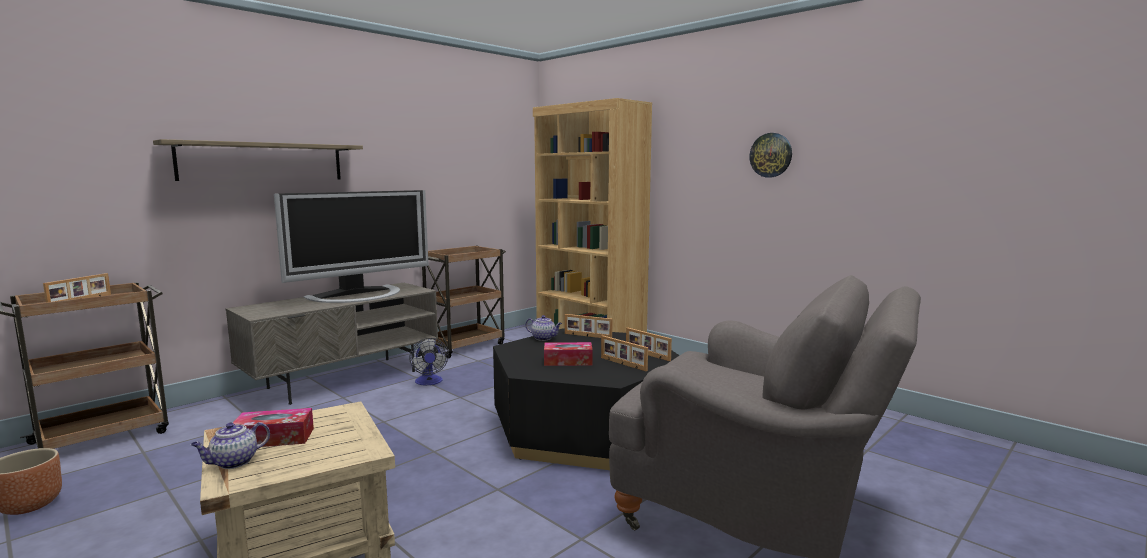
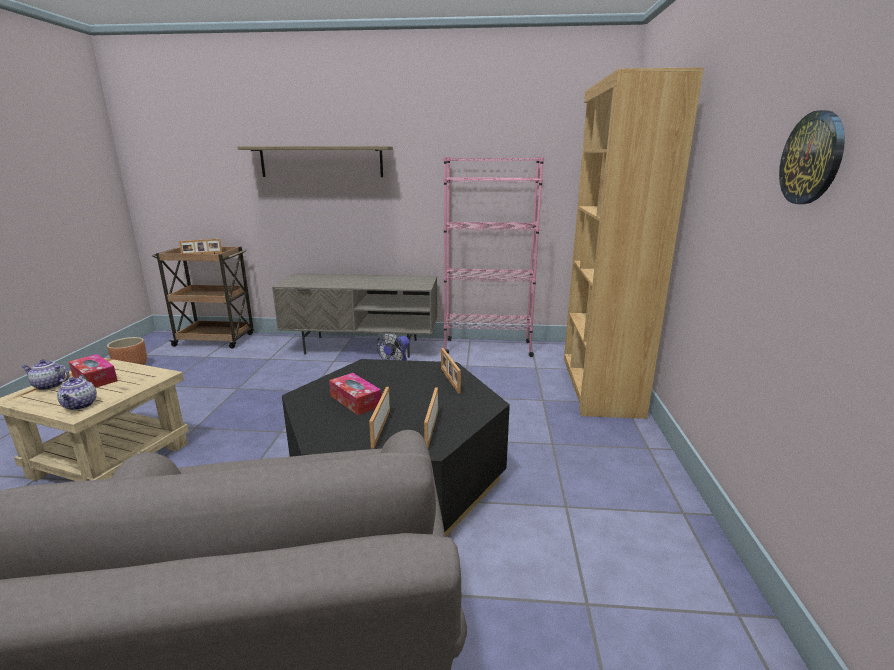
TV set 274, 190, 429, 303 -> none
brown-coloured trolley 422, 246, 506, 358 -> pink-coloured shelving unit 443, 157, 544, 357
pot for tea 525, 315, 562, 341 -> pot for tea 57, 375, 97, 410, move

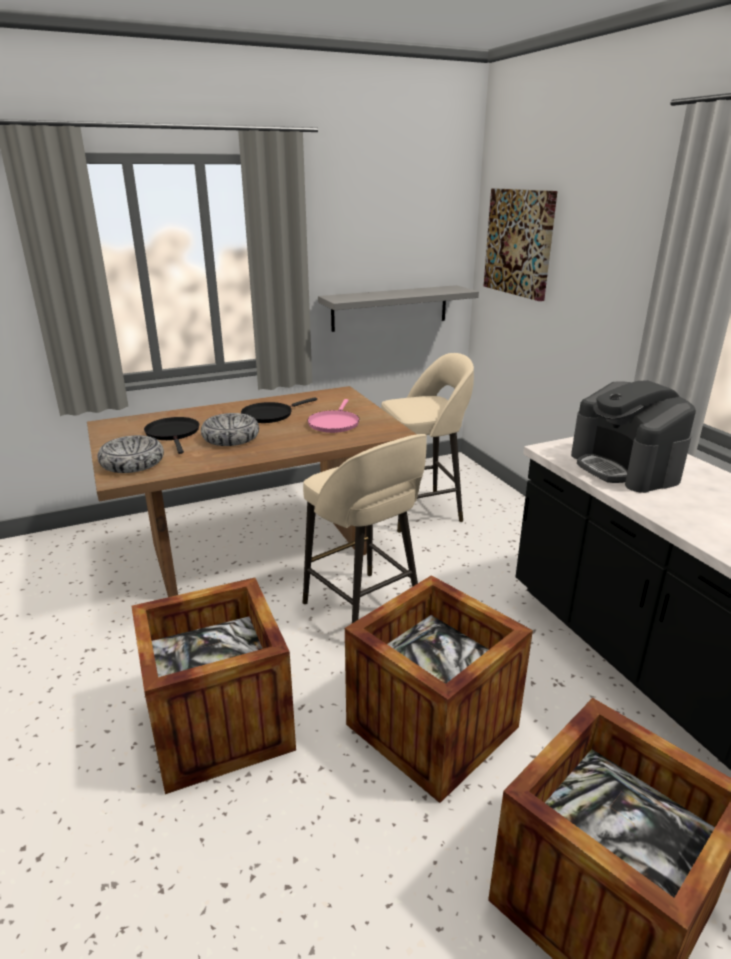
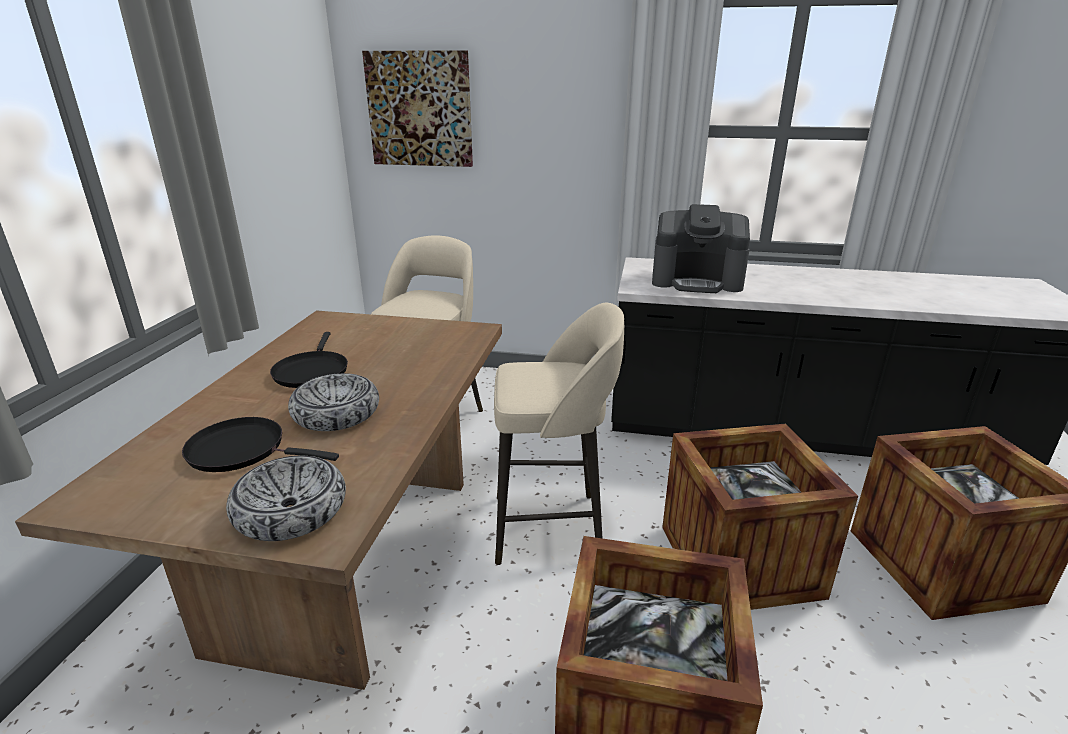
grey bracket shelf 318, 285, 479, 332 -> none
pink-coloured pan 307, 399, 360, 433 -> none

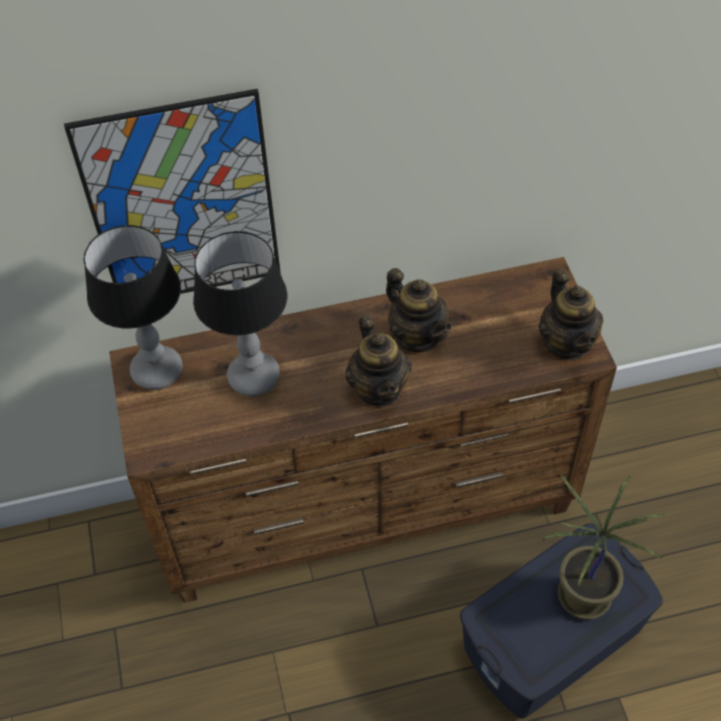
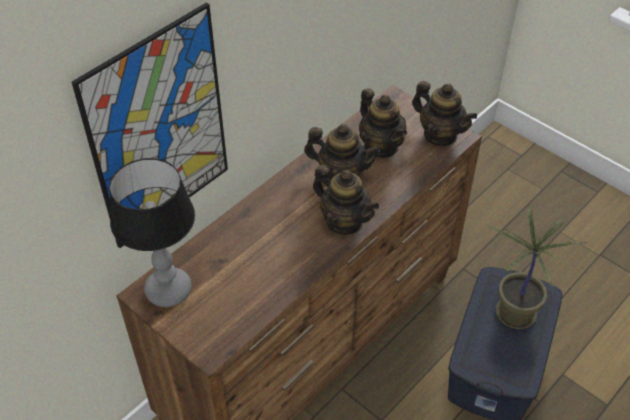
lamp for a table 193, 231, 287, 396 -> none
none -> pot for tea 359, 88, 407, 158

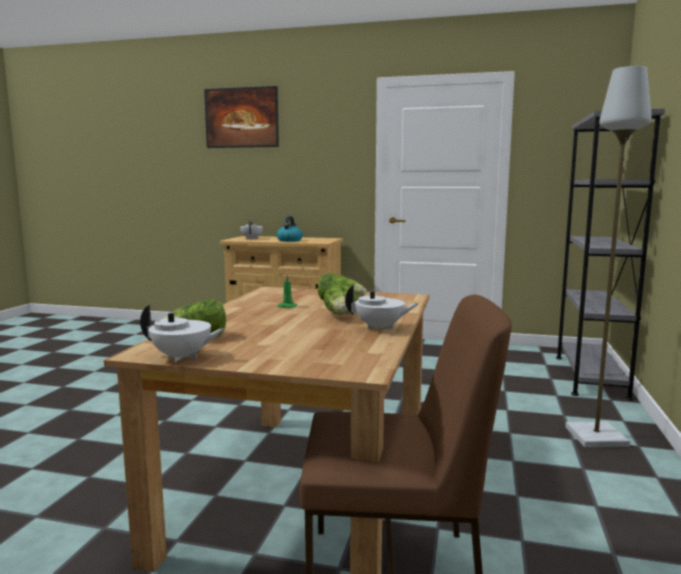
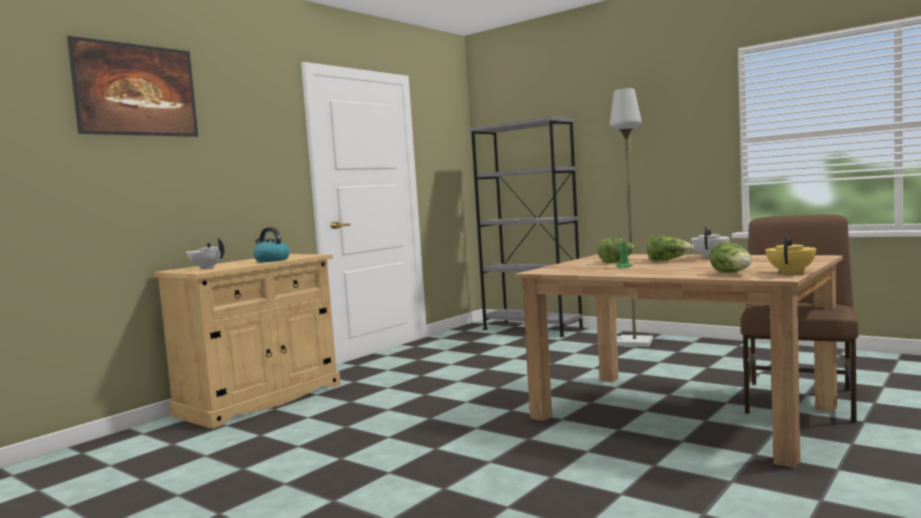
white-coloured pot for tea 140, 305, 225, 362 -> yellow pot for tea 765, 235, 816, 274

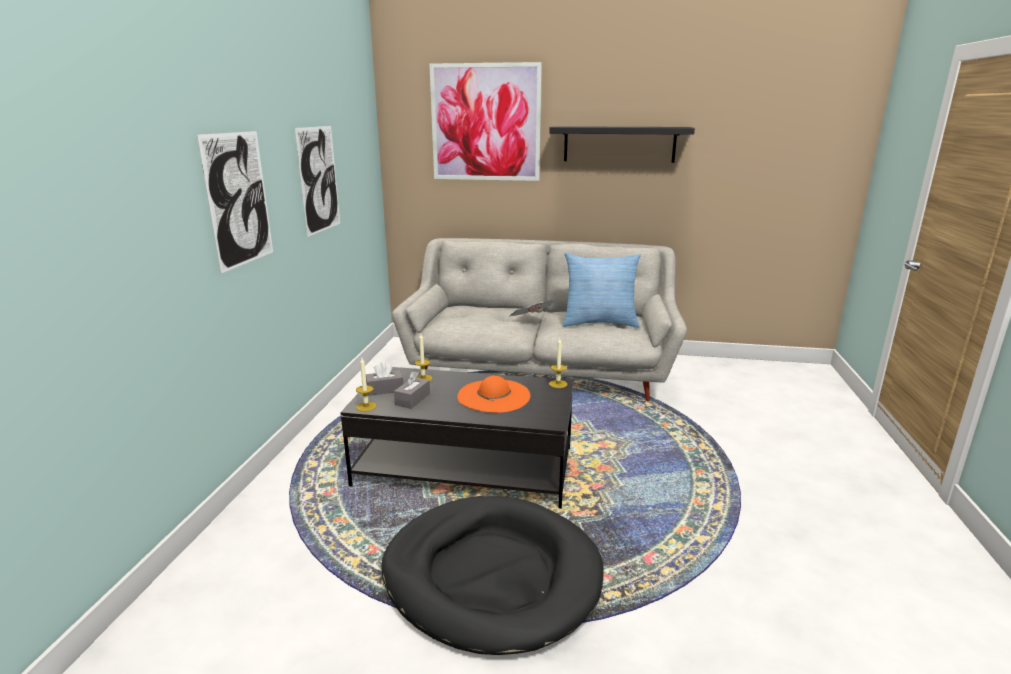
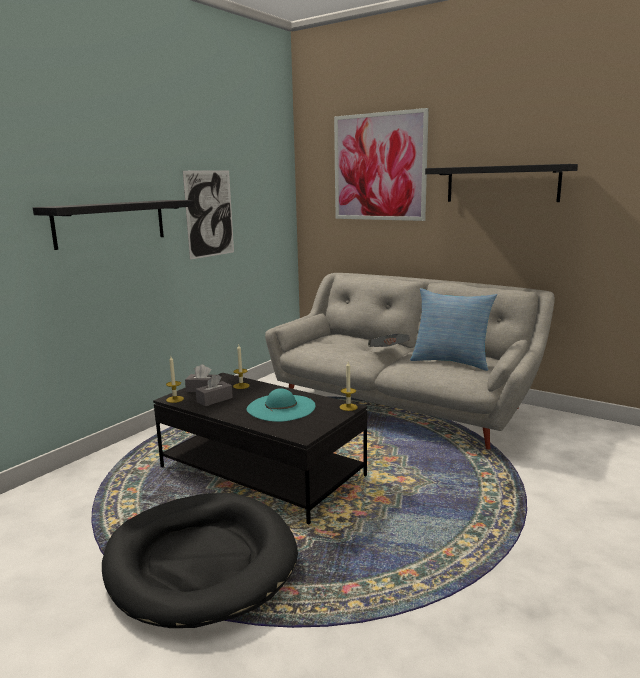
wall picture 197, 131, 273, 273 -> black-coloured bracket shelf 33, 200, 194, 250
orangey clothing hat 457, 376, 530, 413 -> turquoise-coloured clothing hat 247, 388, 316, 422

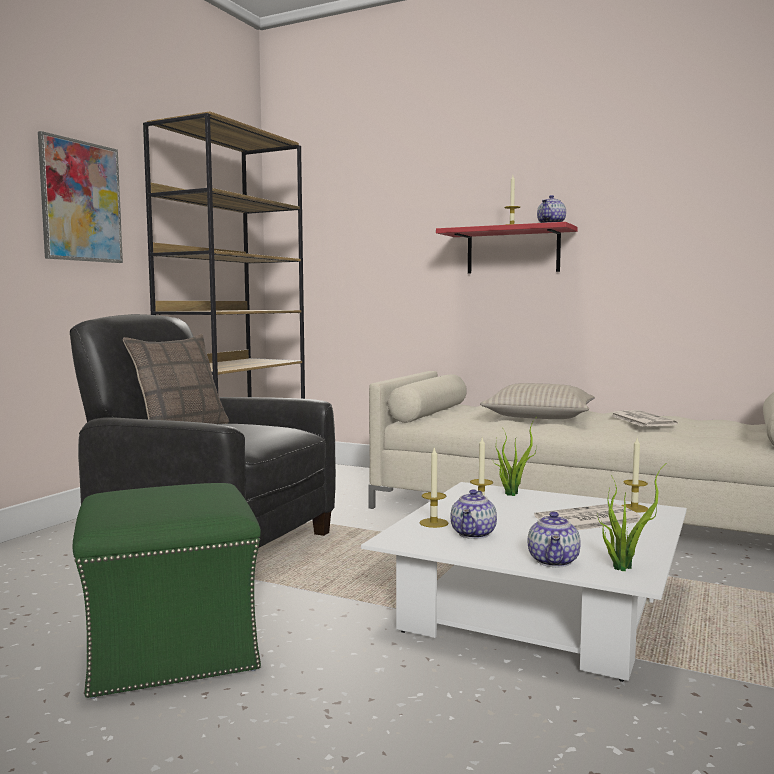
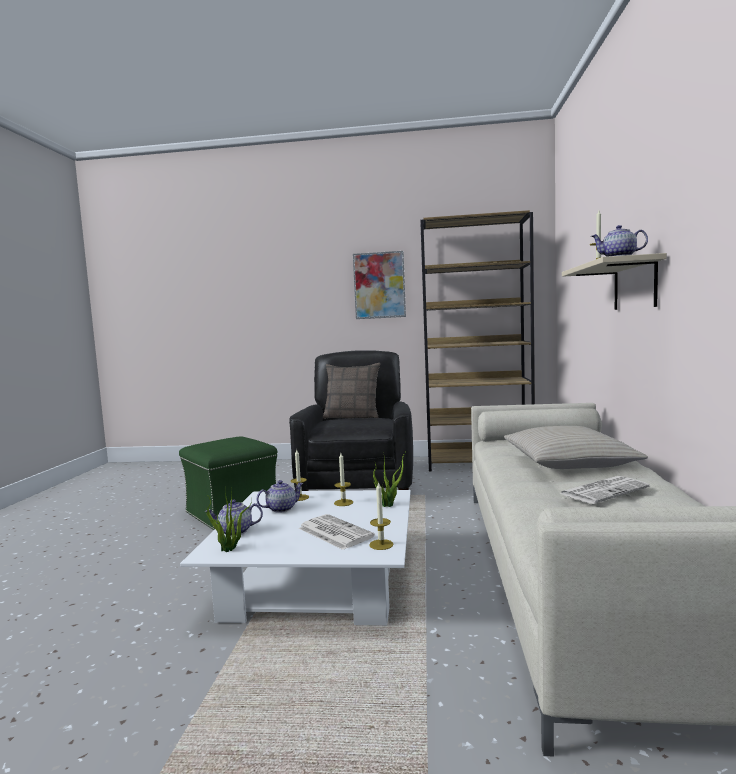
reddish bracket shelf 436, 222, 578, 274 -> sand-coloured bracket shelf 562, 253, 667, 310
pot for tea 450, 489, 497, 539 -> pot for tea 256, 480, 304, 513, 150 degrees clockwise

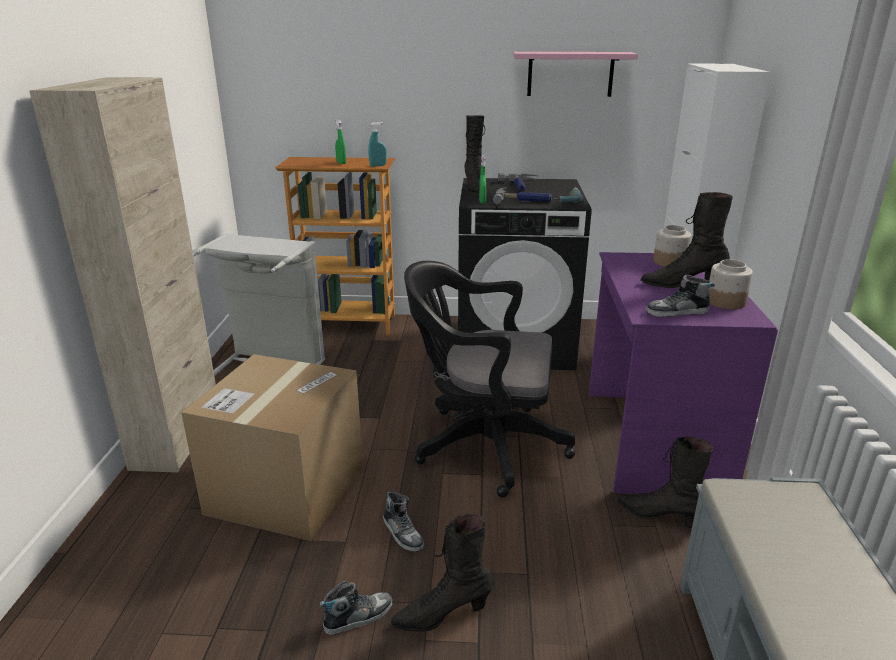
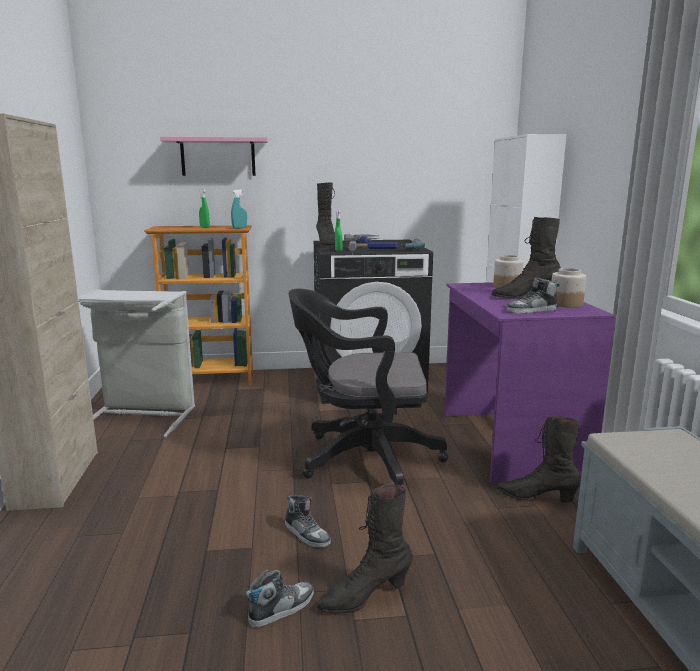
pink-coloured bracket shelf 513, 52, 638, 97 -> pink-coloured bracket shelf 160, 136, 268, 176, move
cardboard box 181, 354, 363, 541 -> none

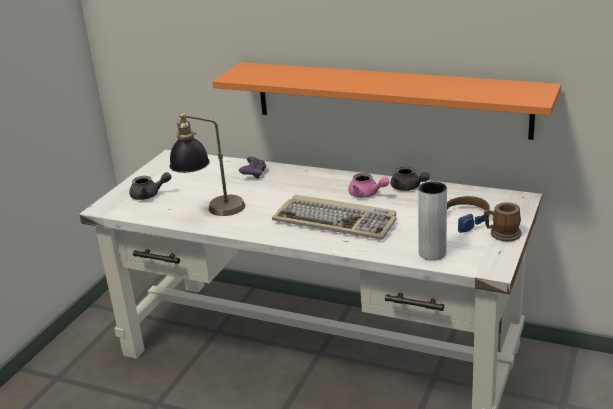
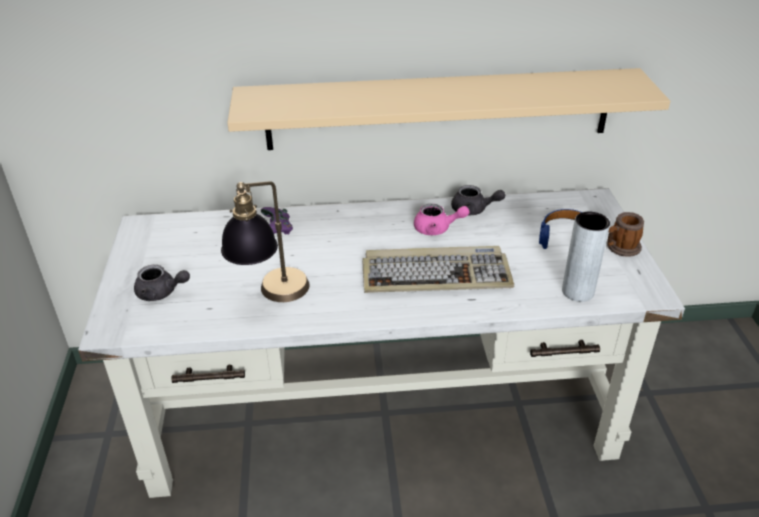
orangey bracket shelf 212, 62, 561, 140 -> sand-coloured bracket shelf 227, 68, 670, 150
grey pot for tea 129, 172, 171, 200 -> grey pot for tea 134, 265, 190, 301, 45 degrees clockwise

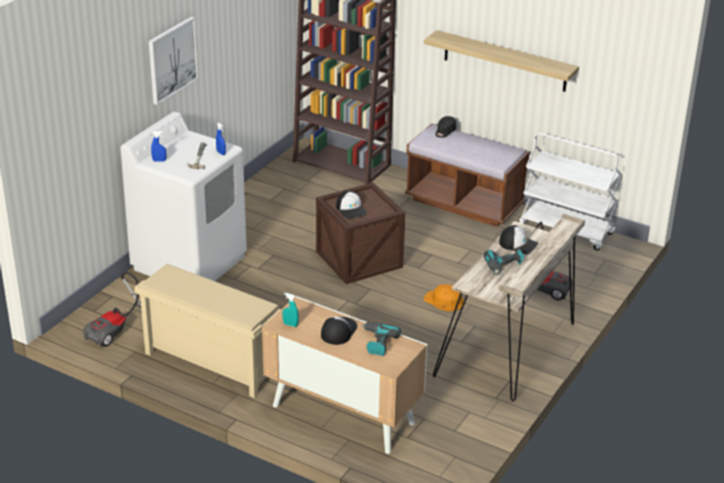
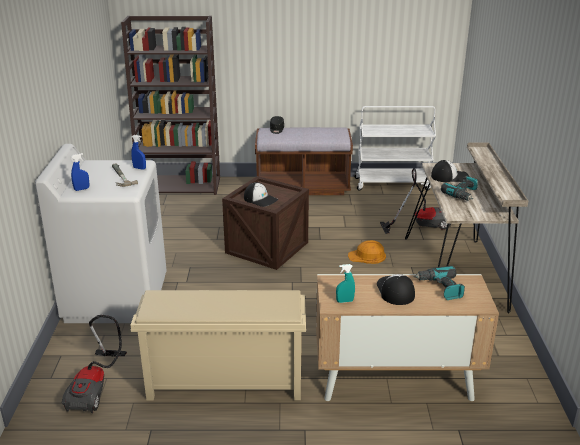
wall picture 149, 17, 198, 105 -> none
bracket shelf 424, 30, 579, 92 -> none

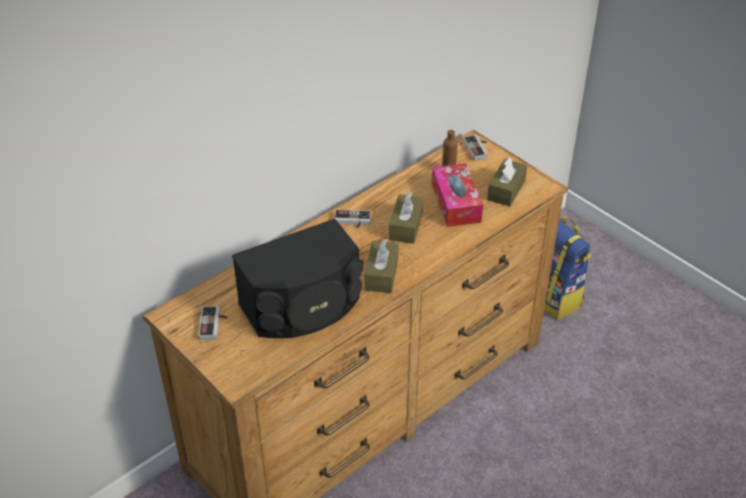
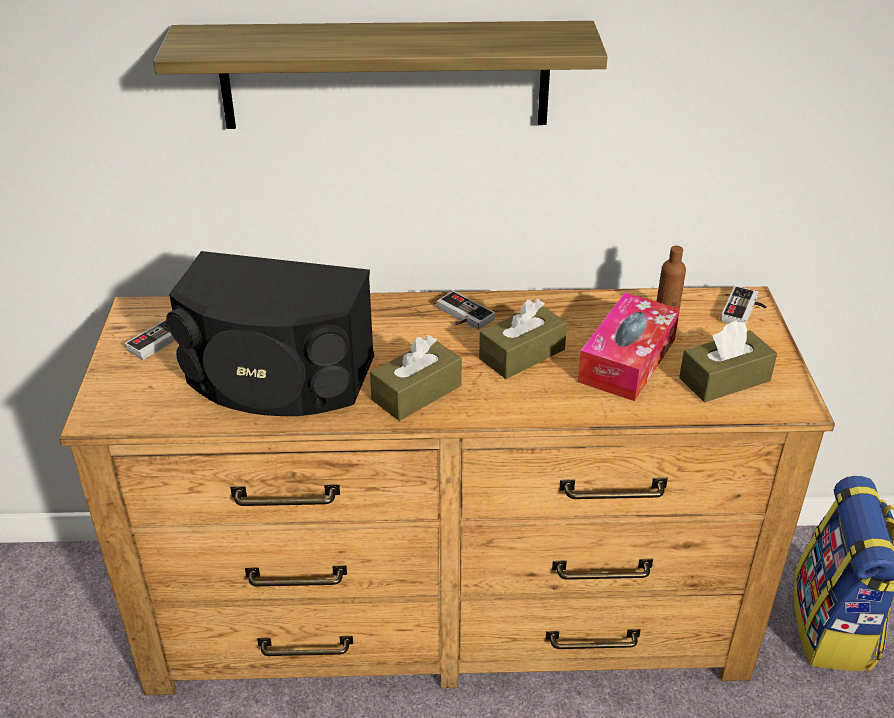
none -> bracket shelf 153, 21, 608, 129

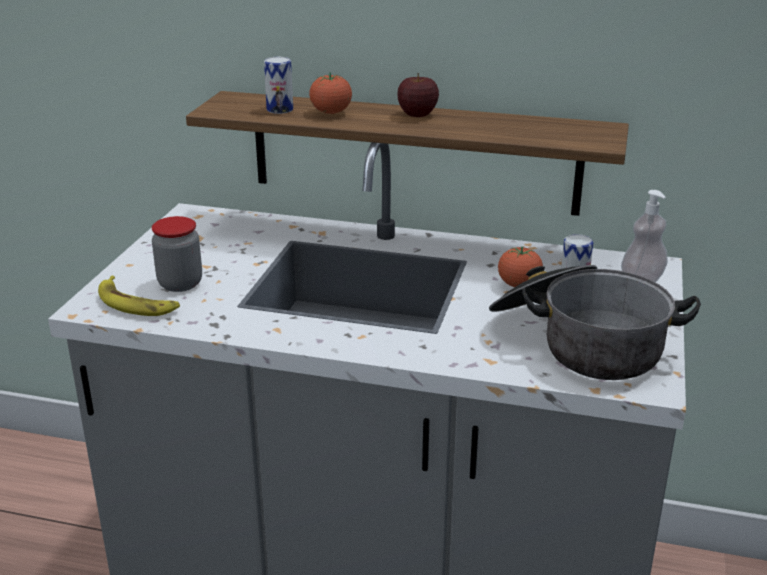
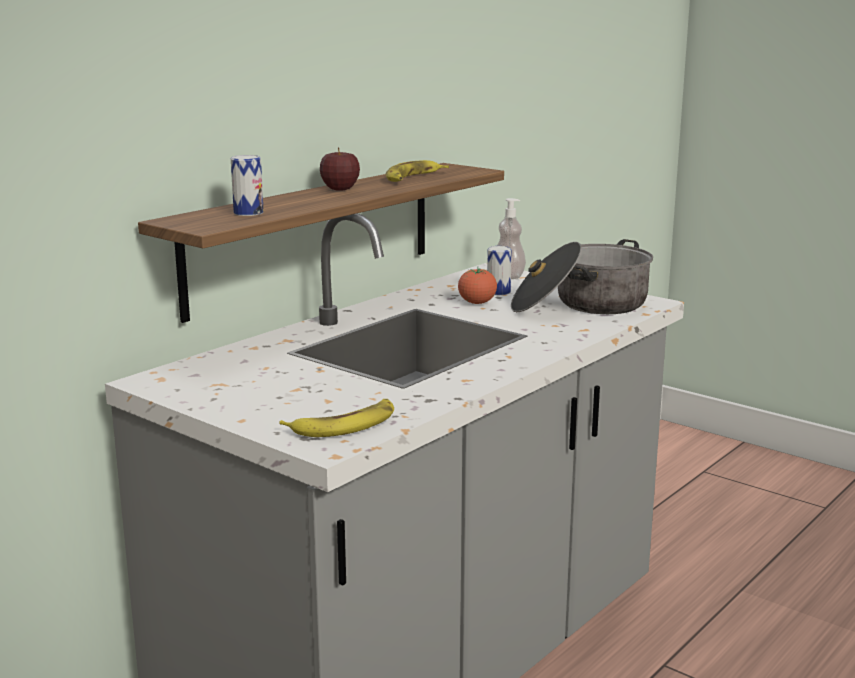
whole tomato 309, 72, 352, 114 -> none
preserve jar 152, 216, 202, 292 -> none
none -> banana fruit 385, 160, 449, 182

